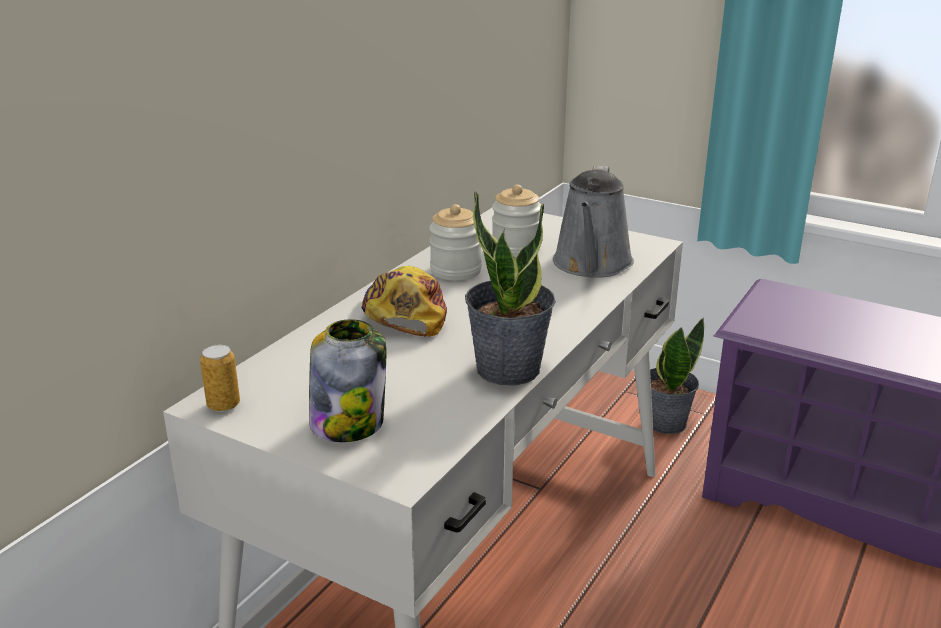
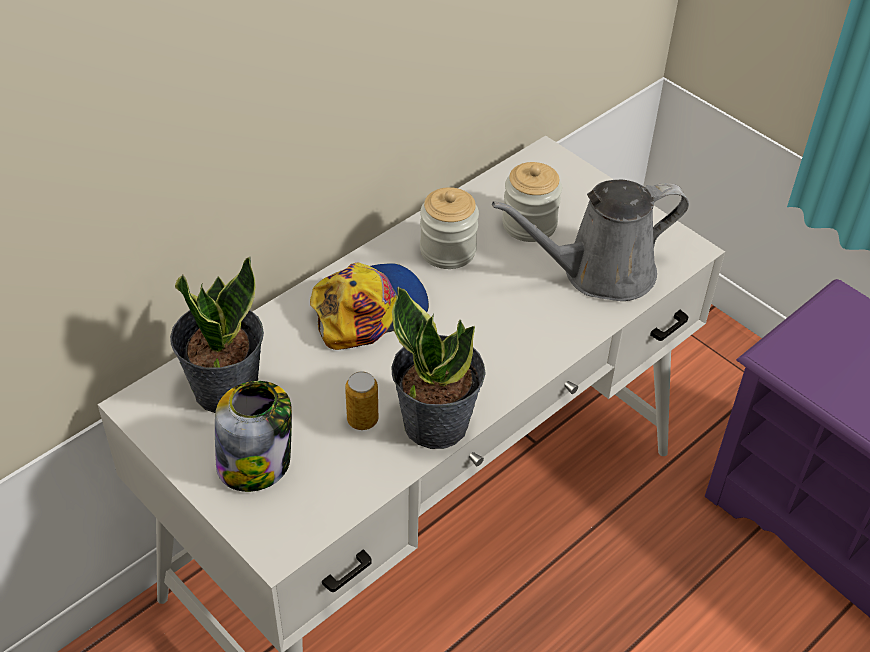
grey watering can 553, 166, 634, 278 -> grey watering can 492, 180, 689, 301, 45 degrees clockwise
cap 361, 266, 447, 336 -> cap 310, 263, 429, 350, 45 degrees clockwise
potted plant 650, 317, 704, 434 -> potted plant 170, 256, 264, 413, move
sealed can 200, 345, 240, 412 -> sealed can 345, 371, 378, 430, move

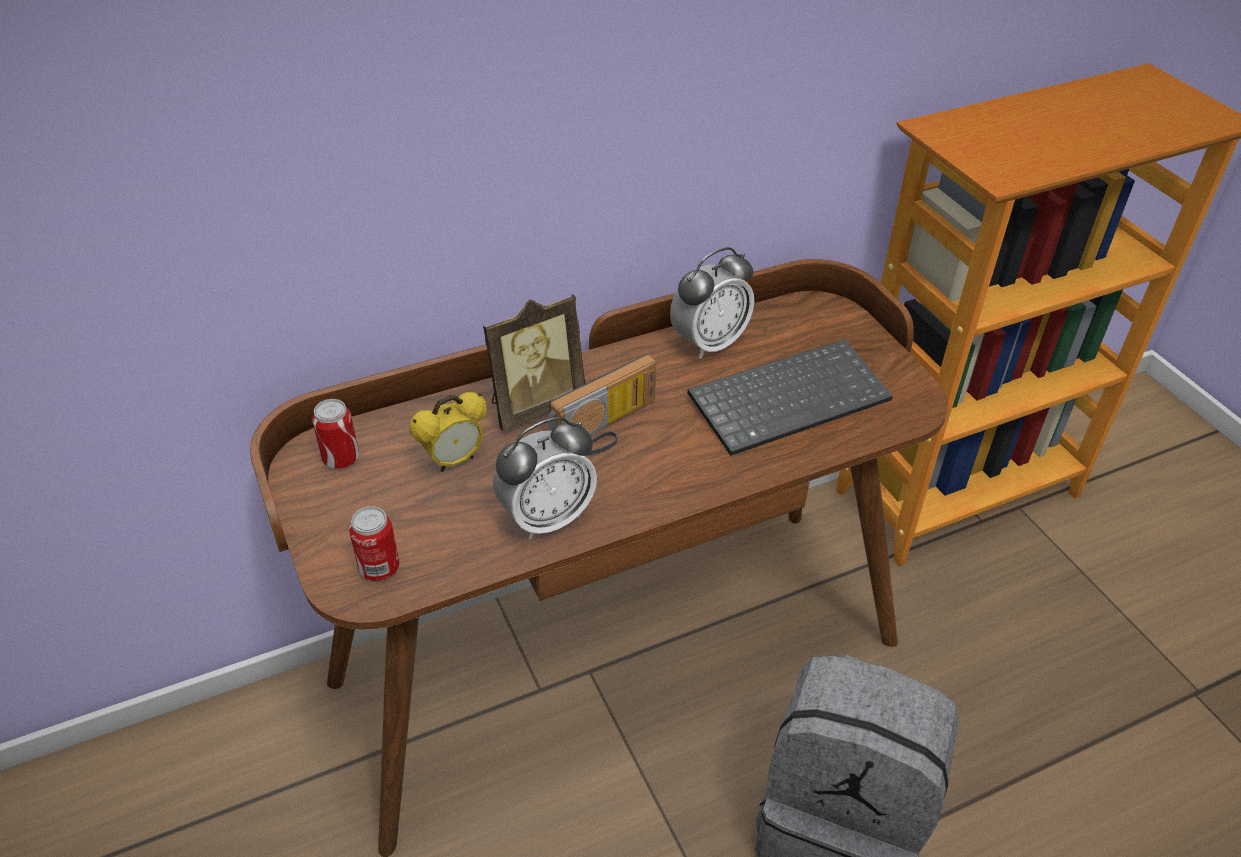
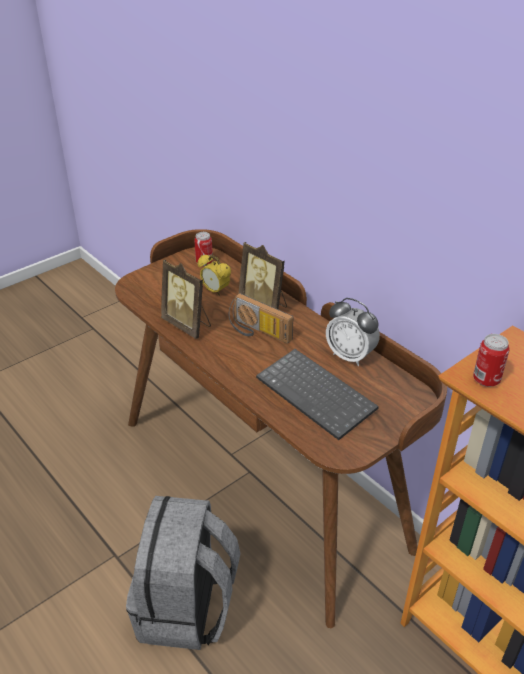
bedside clock 493, 417, 597, 540 -> photo frame 161, 260, 211, 339
sealed can 349, 506, 399, 581 -> sealed can 473, 334, 510, 387, move

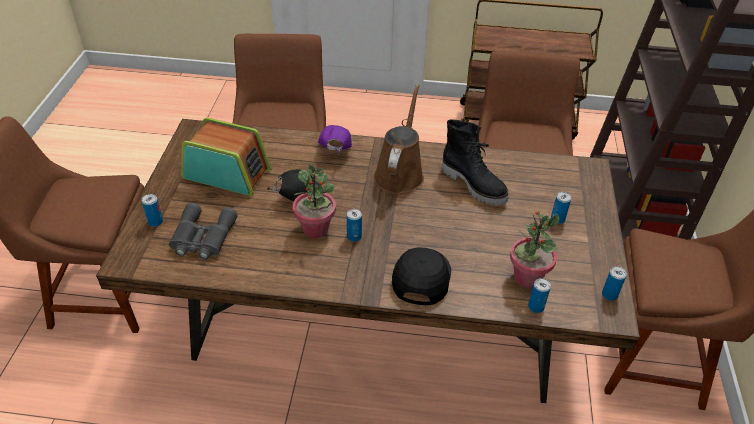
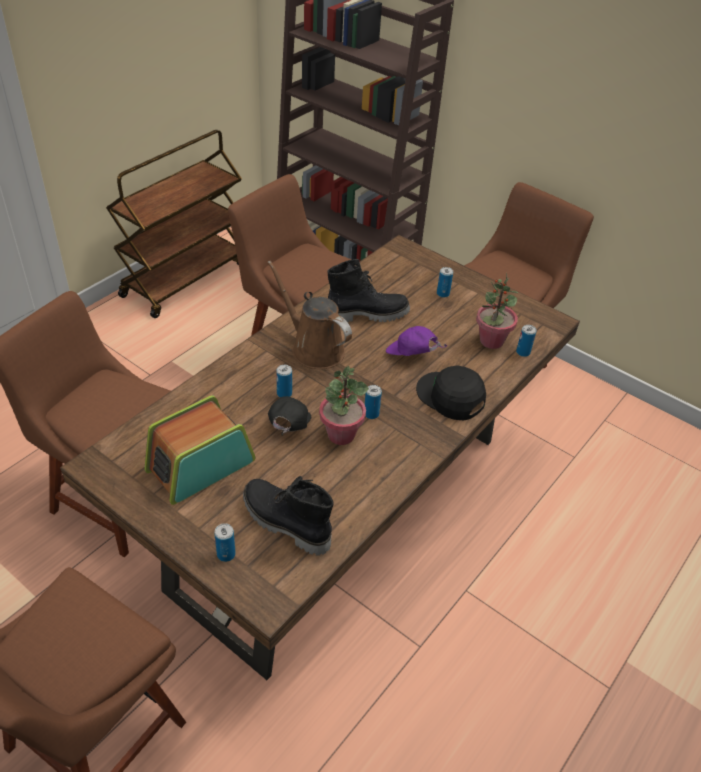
purple-coloured cap 318, 125, 352, 153 -> purple-coloured cap 386, 326, 447, 356, move
grey binoculars 169, 203, 238, 260 -> black-coloured tall boot 243, 476, 334, 555
sealed can 602, 266, 627, 301 -> sealed can 276, 365, 292, 398, move

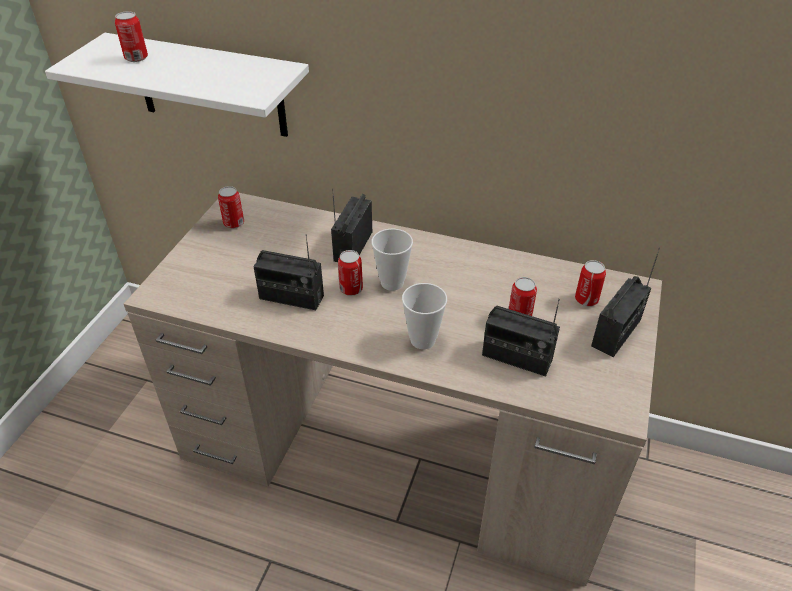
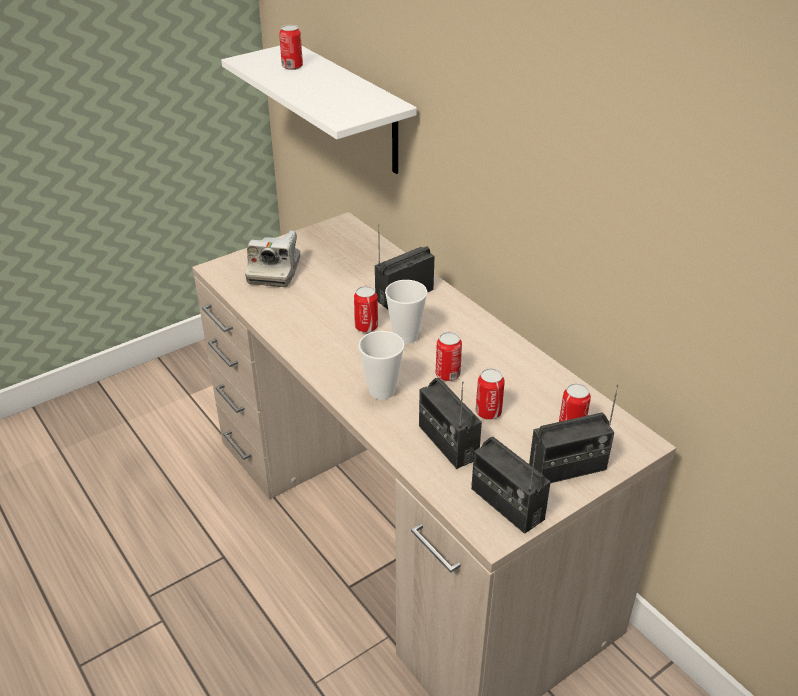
sealed can 218, 186, 244, 228 -> sealed can 436, 332, 462, 381, move
radio 253, 234, 324, 310 -> radio 471, 437, 551, 534, move
none -> photo camera 245, 231, 300, 287

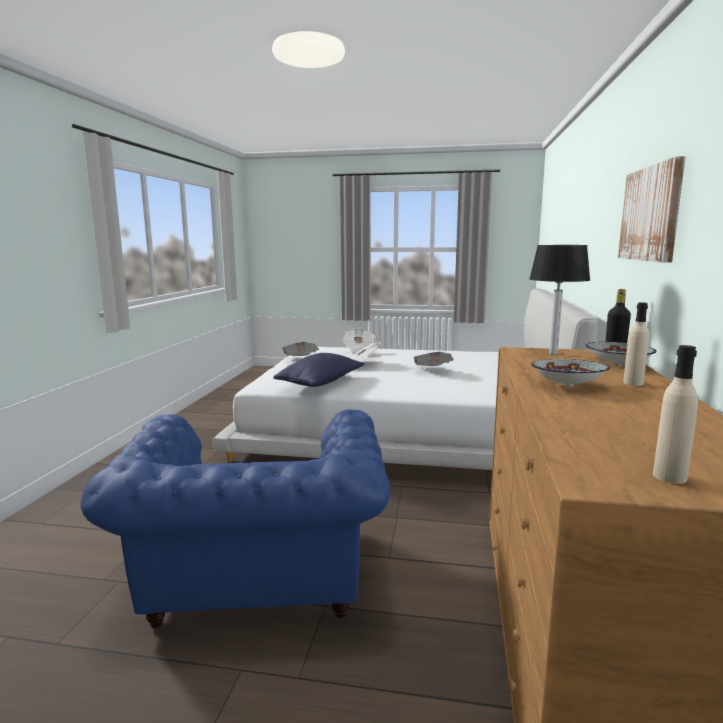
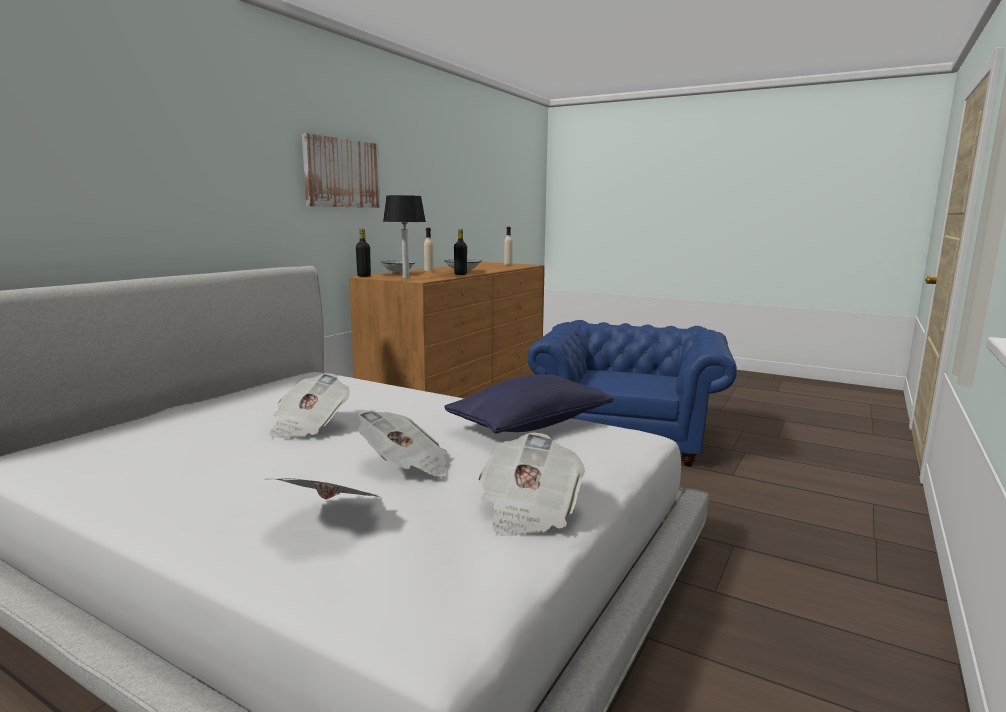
none -> black-coloured drink bottle 454, 229, 467, 275

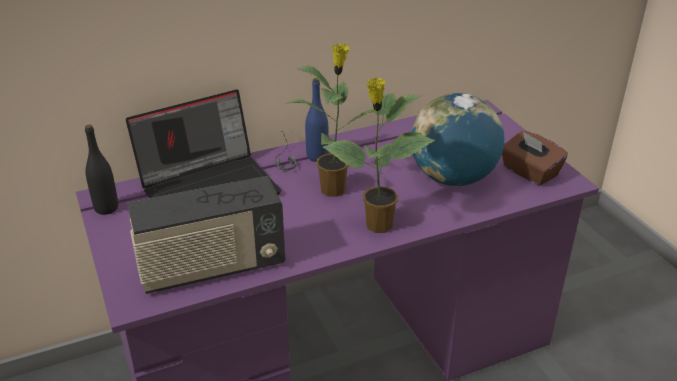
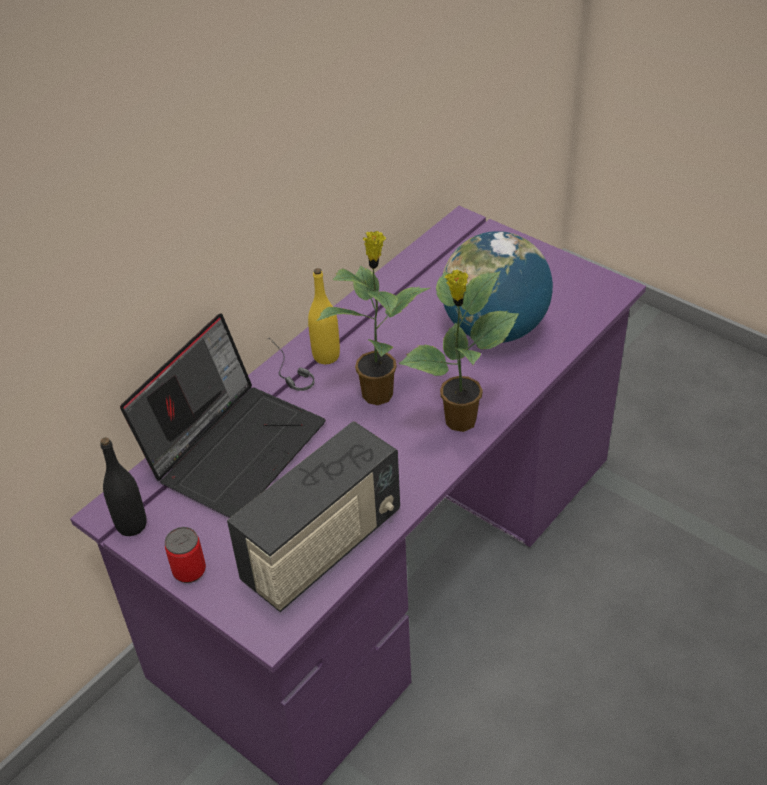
blue-coloured drink bottle 305, 78, 329, 162 -> yellow drink bottle 308, 268, 340, 364
brown-coloured box of tissues 502, 131, 568, 186 -> none
none -> sealed can 165, 527, 206, 583

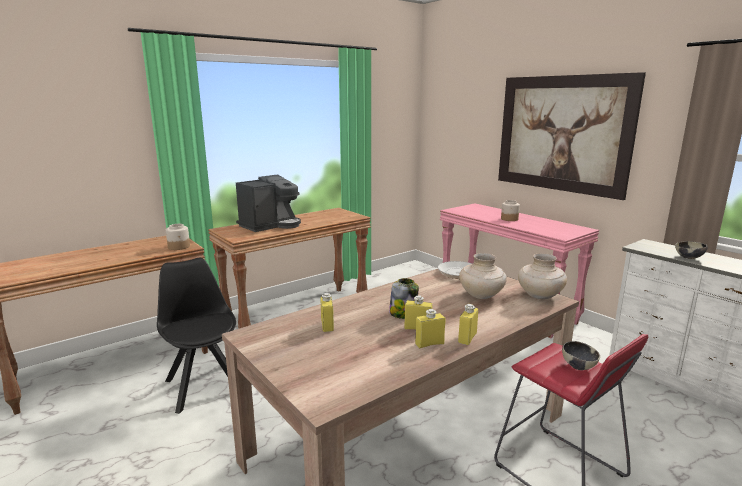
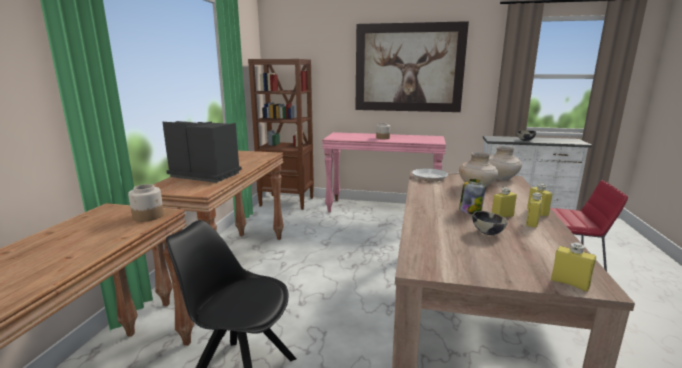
coffee maker 236, 174, 301, 232 -> coffee maker 163, 121, 242, 183, 75 degrees counterclockwise
yellow drink bottle 321, 293, 334, 332 -> yellow drink bottle 551, 242, 596, 292, move
deep dish 562, 341, 600, 370 -> deep dish 472, 211, 508, 235, move
none -> brown-coloured shelving unit 248, 59, 314, 210

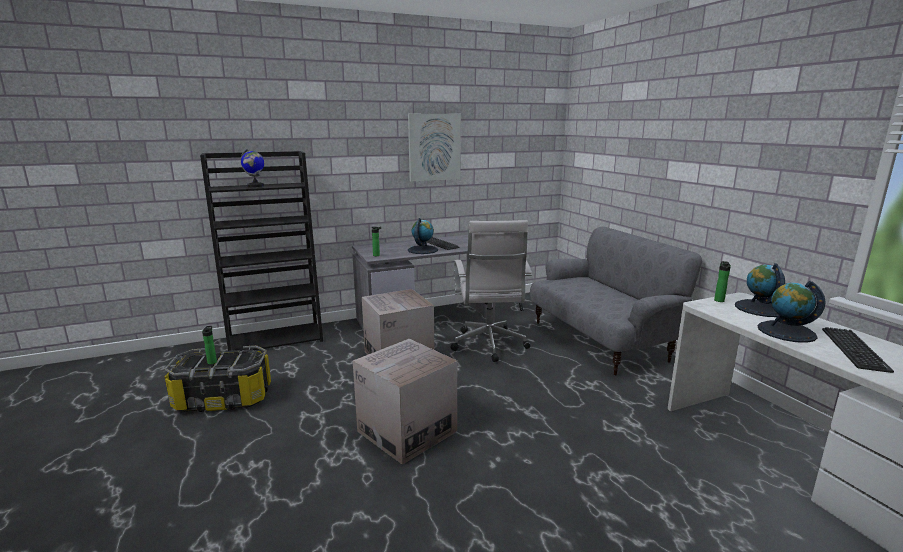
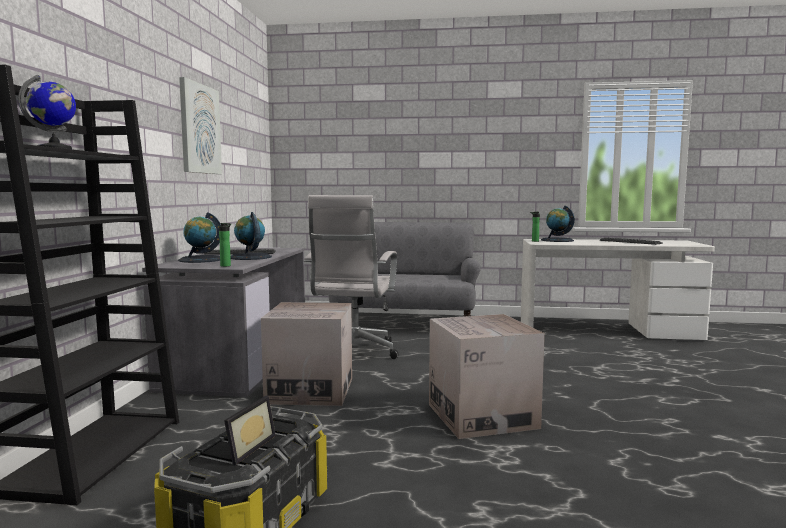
white-coloured computer chair 451, 220, 532, 362 -> white-coloured computer chair 304, 195, 399, 359, 75 degrees clockwise
globe 758, 281, 826, 343 -> globe 178, 212, 221, 263, move
drink bottle 202, 326, 217, 365 -> photo frame 224, 395, 276, 466

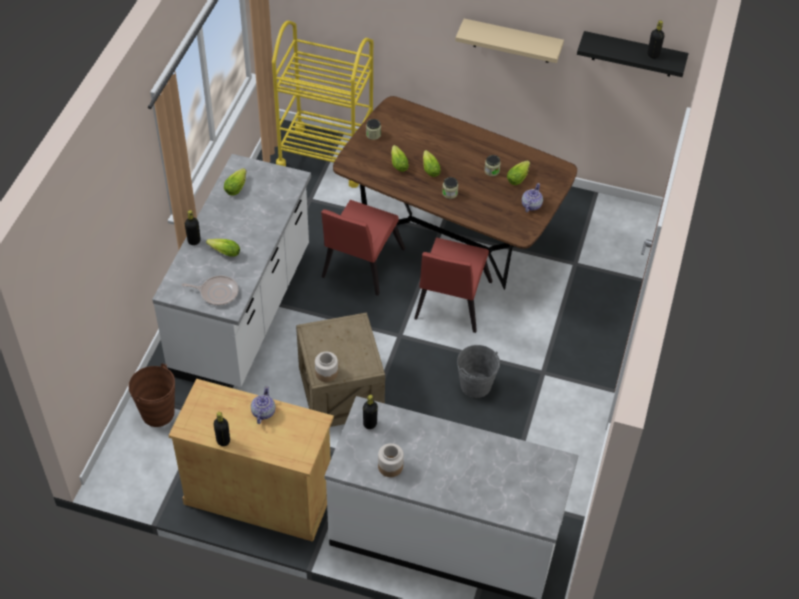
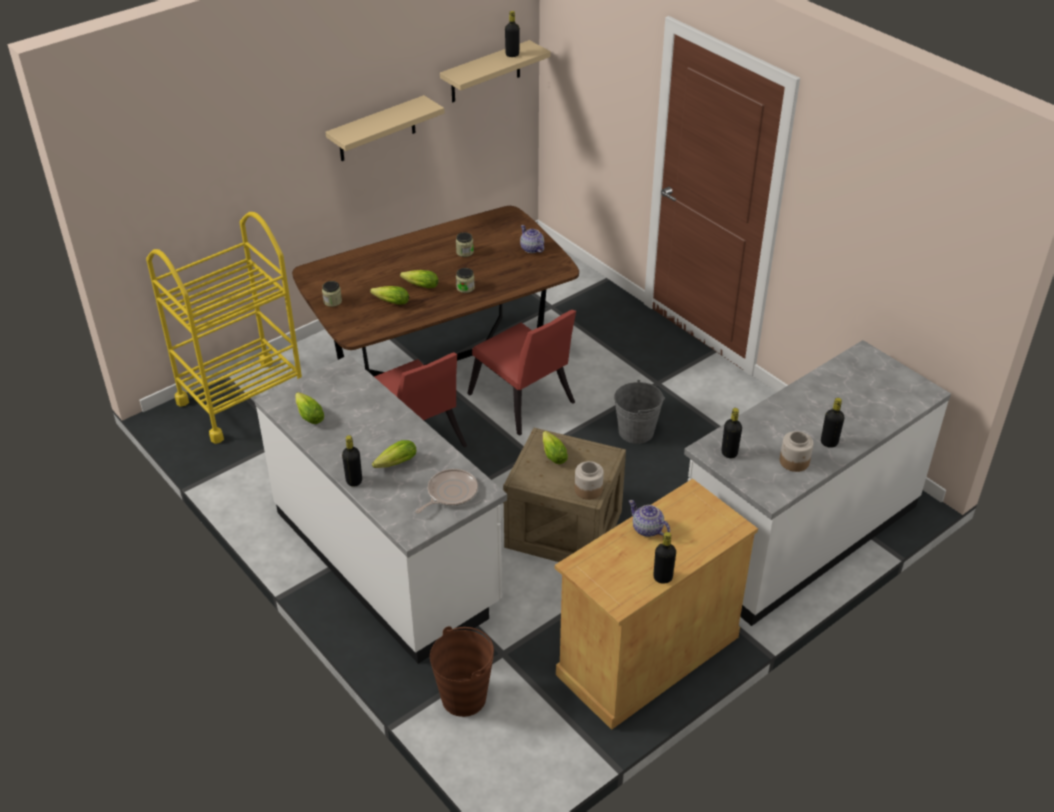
black-coloured bracket shelf 577, 31, 689, 77 -> sand-coloured bracket shelf 440, 40, 551, 102
head of lettuce 507, 160, 530, 185 -> head of lettuce 543, 431, 568, 464, move
none -> black-coloured drink bottle 821, 398, 844, 448

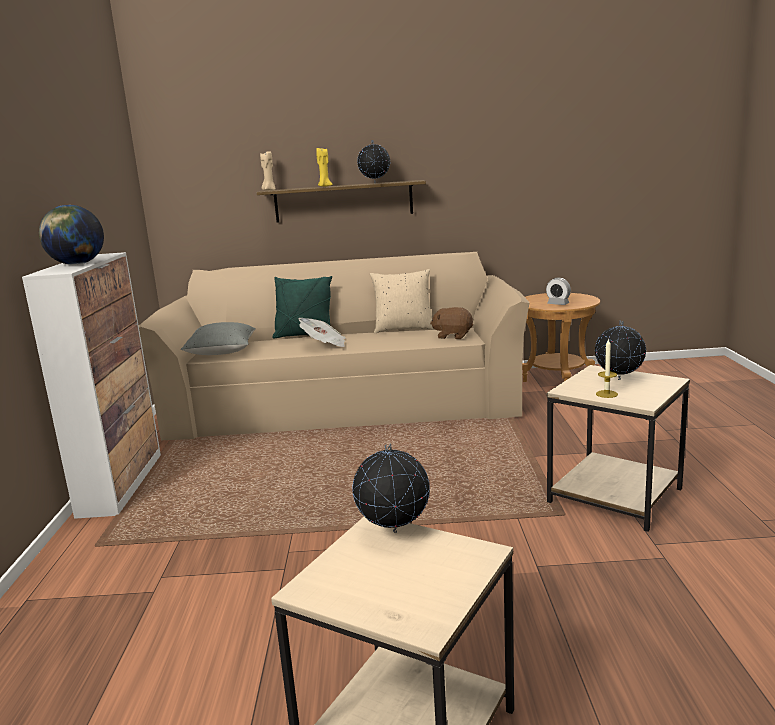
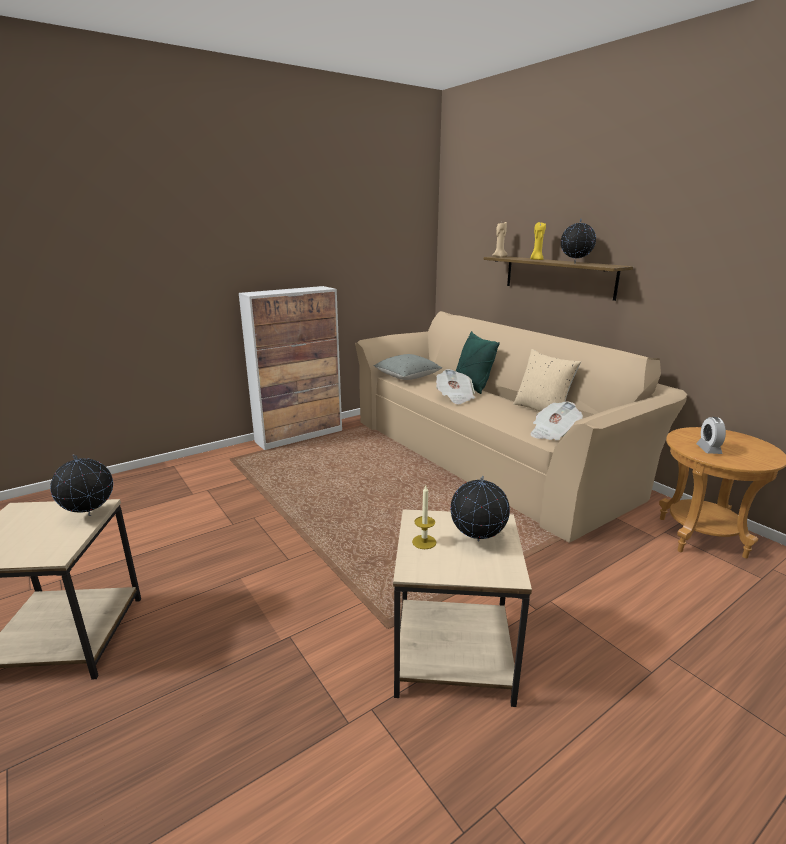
globe 39, 205, 104, 265 -> none
brown-coloured cuddly toy 430, 307, 473, 339 -> printed paper 530, 402, 583, 440

